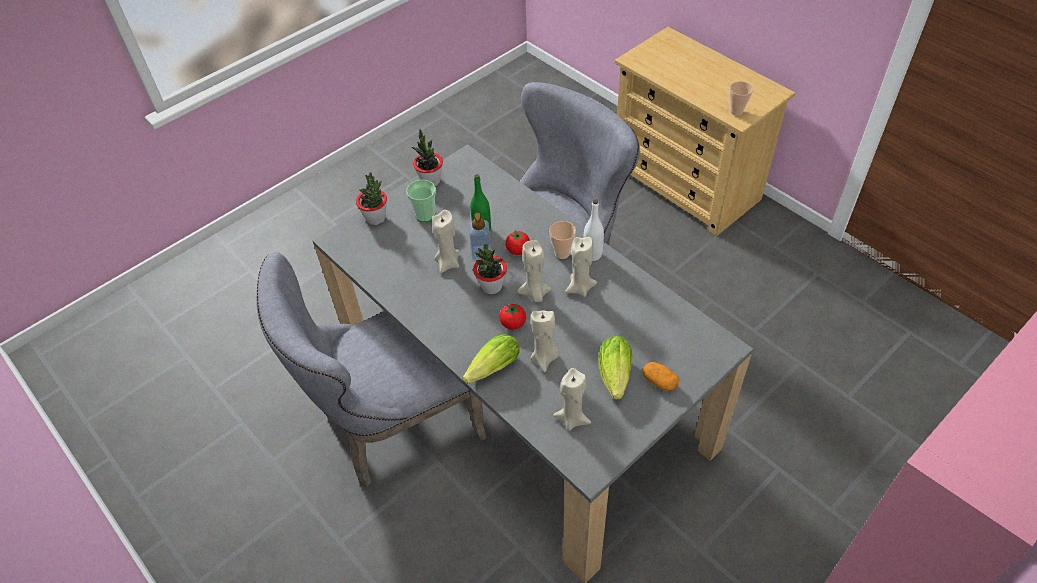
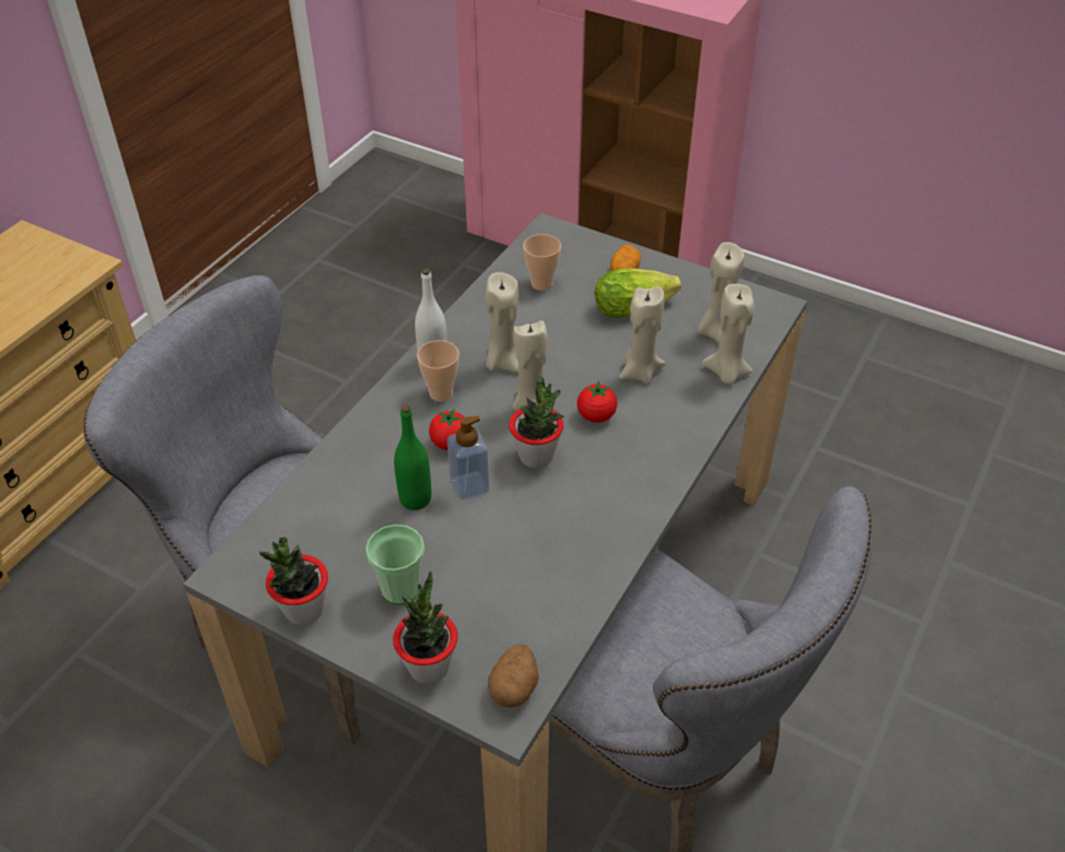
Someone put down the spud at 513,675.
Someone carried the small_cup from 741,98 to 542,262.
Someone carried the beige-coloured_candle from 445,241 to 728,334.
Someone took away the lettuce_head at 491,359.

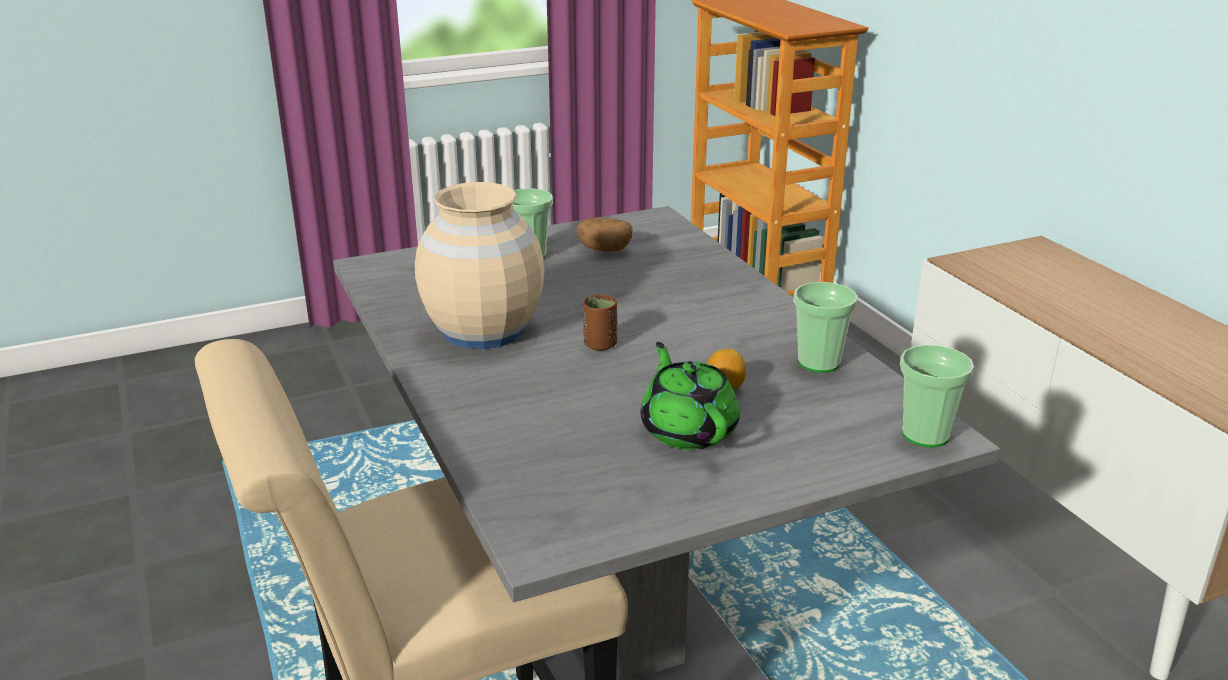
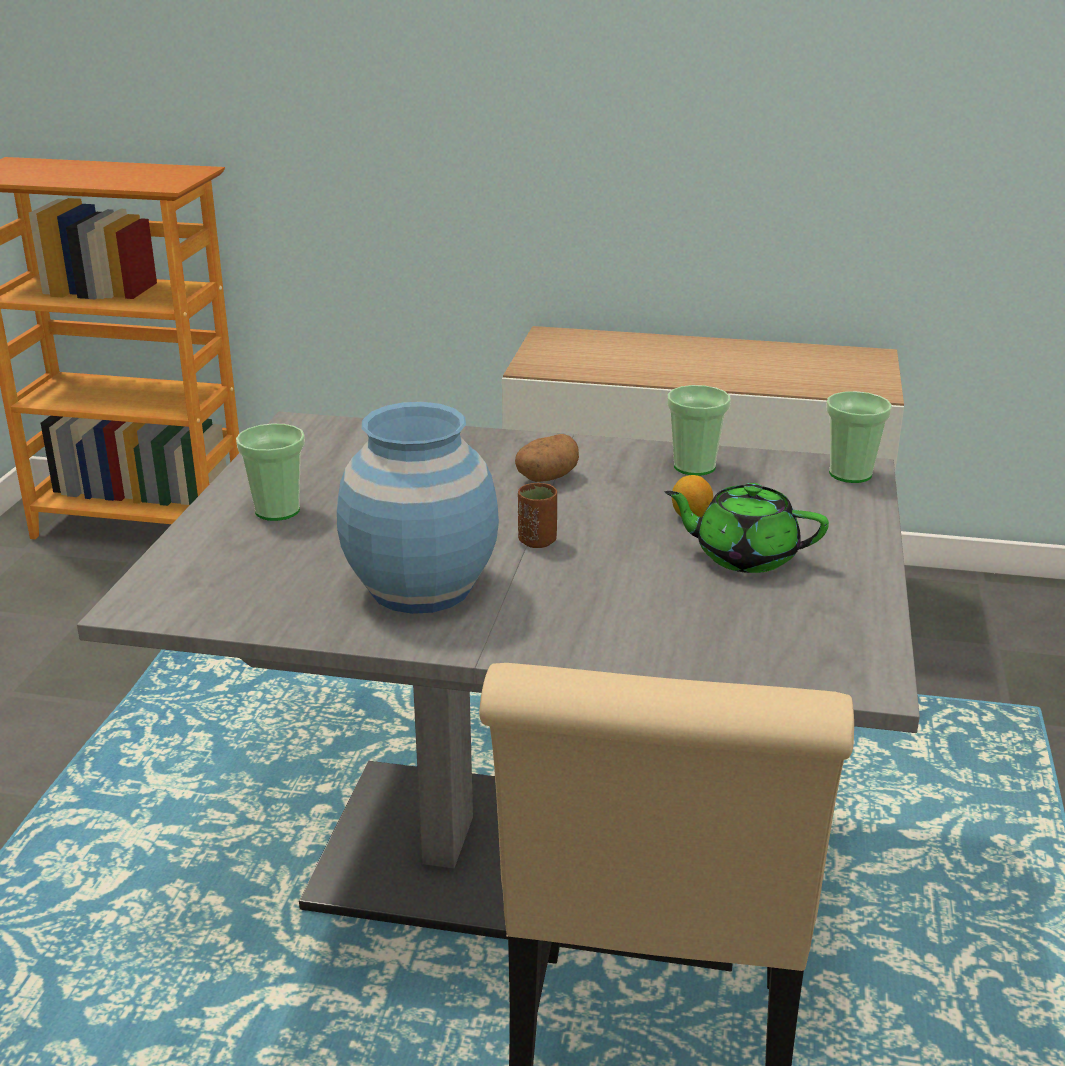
Someone repainted the beige-coloured_decorative_vase at 480,265, which became the blue-coloured_decorative_vase at 418,508.
Someone carried the spud from 604,235 to 547,458.

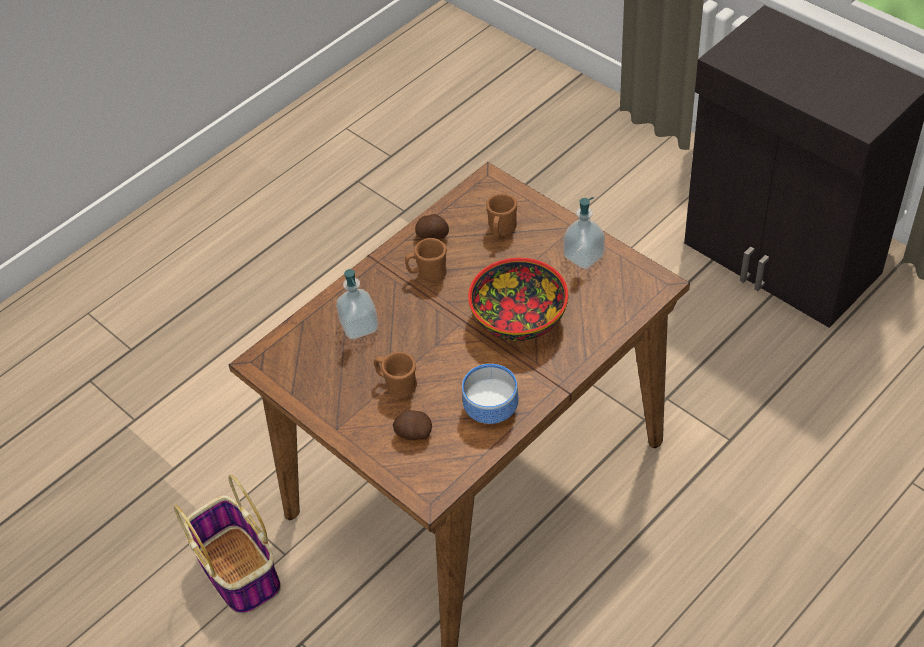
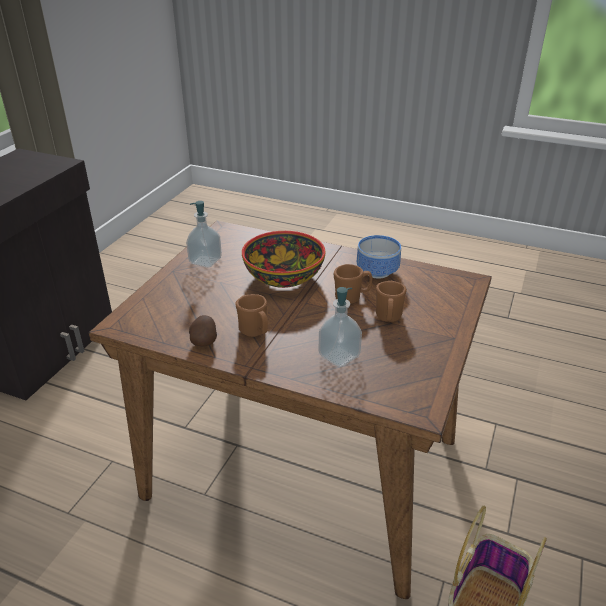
Someone carried the brownish_tea_mug from 501,215 to 353,284.
Someone took away the spud at 412,425.

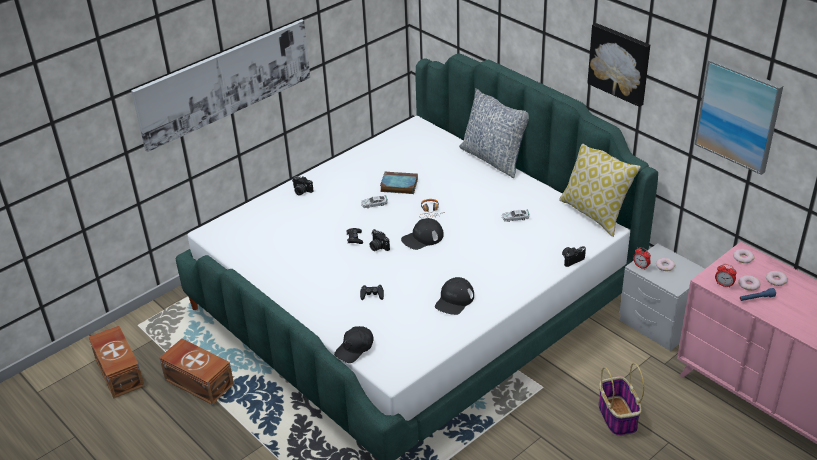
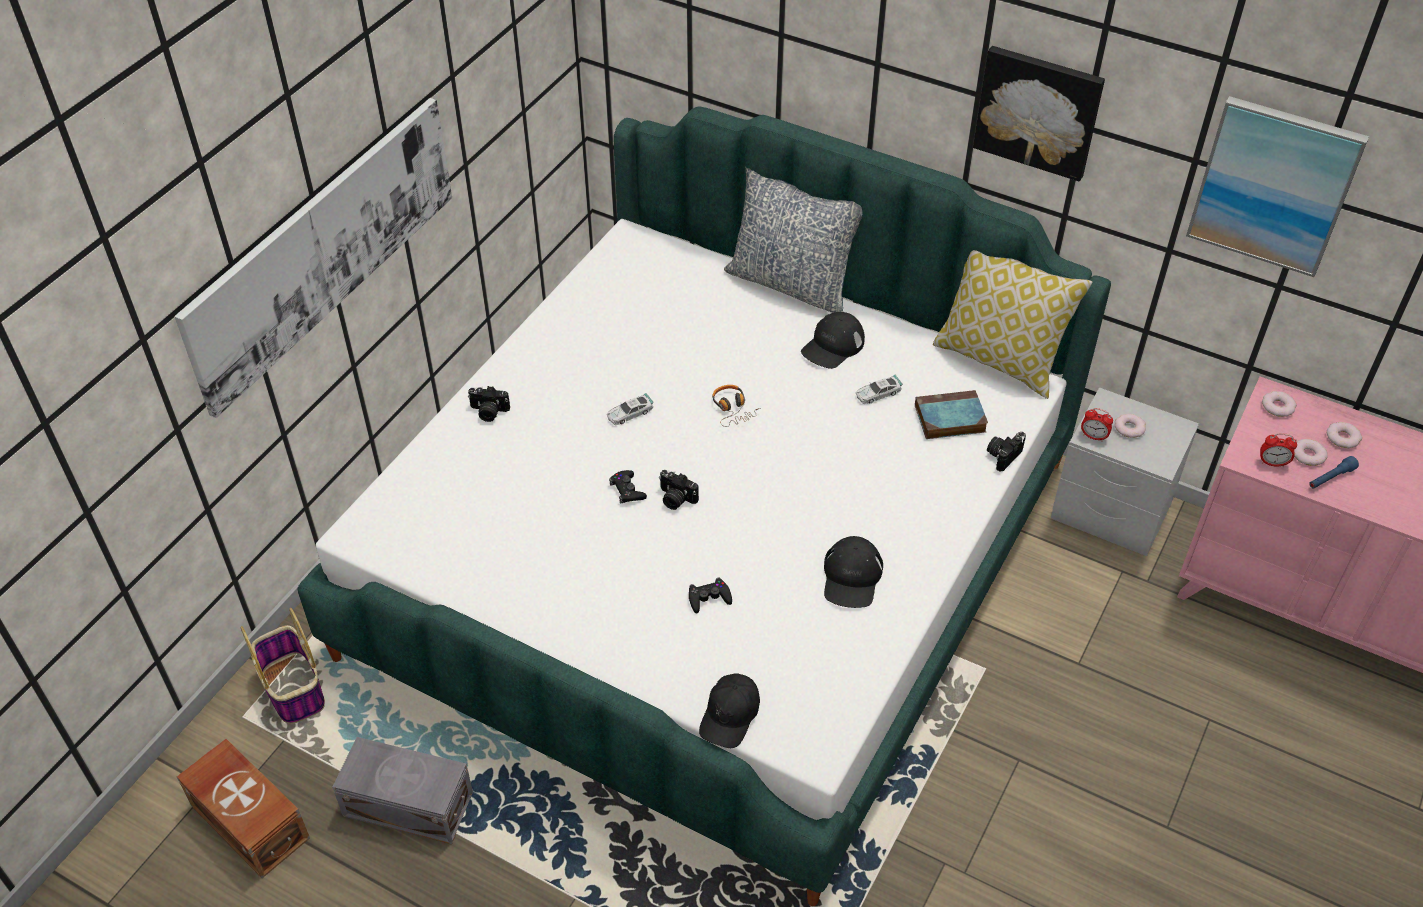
Someone carried the storage_basket from 621,399 to 283,666.
Someone repainted the brownish_storage_box at 196,371, which became the gray_storage_box at 402,790.
Someone carried the blackish_cap from 422,234 to 833,340.
Someone carried the book from 399,183 to 951,414.

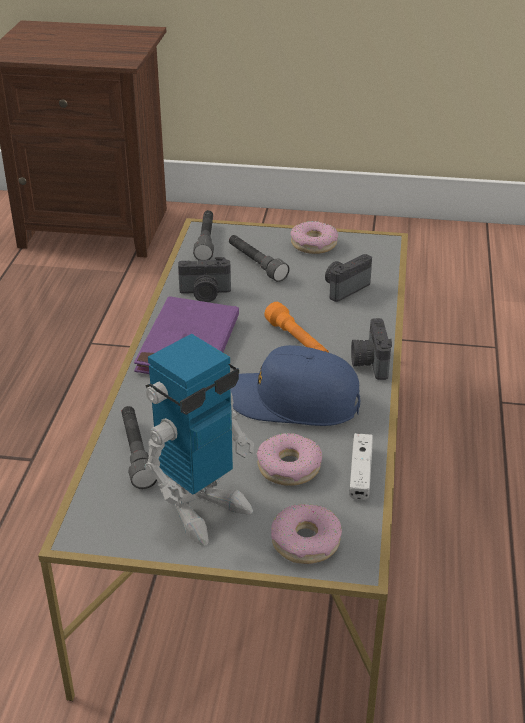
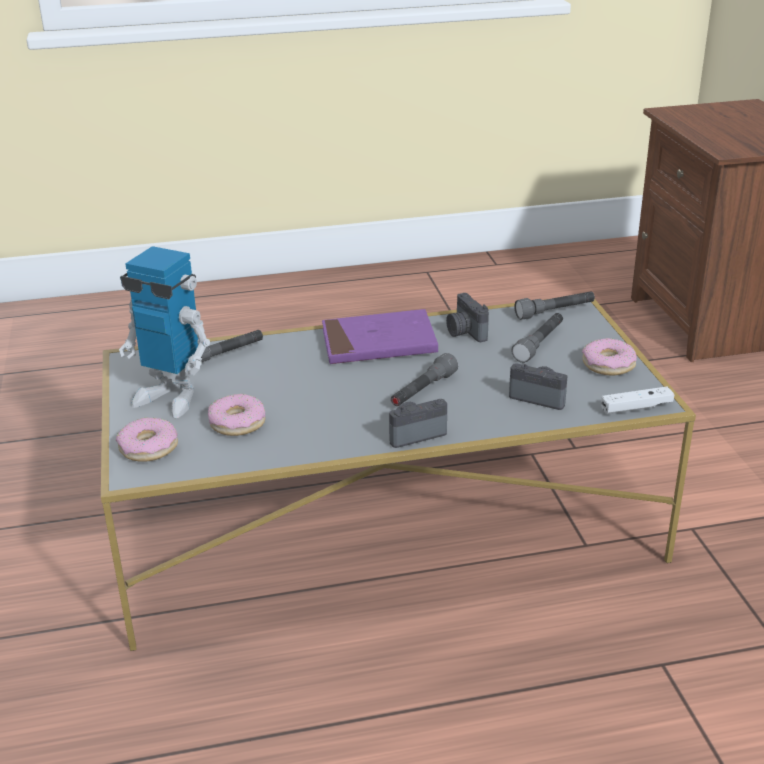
Someone repainted the orange_hand_torch at 296,327, which became the gray_hand_torch at 424,379.
Someone carried the white-coloured_game_controller from 361,466 to 637,400.
Someone took away the blue-coloured_cap at 295,385.

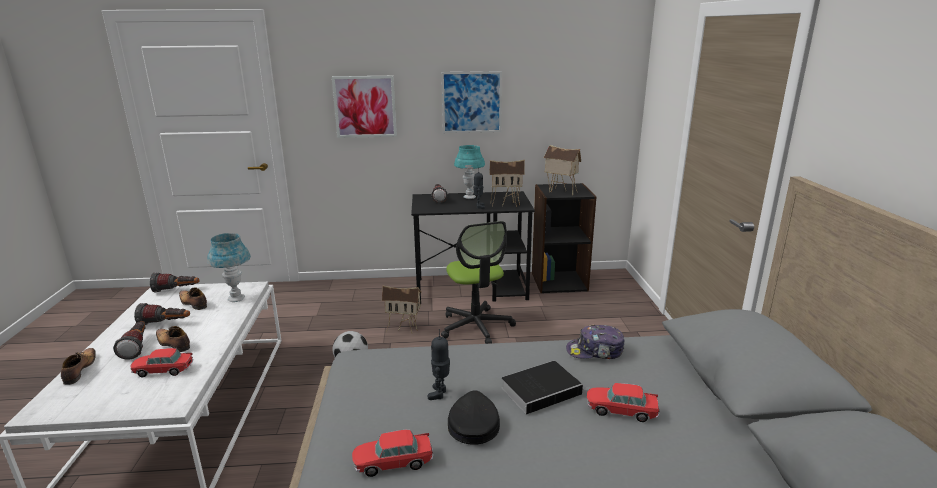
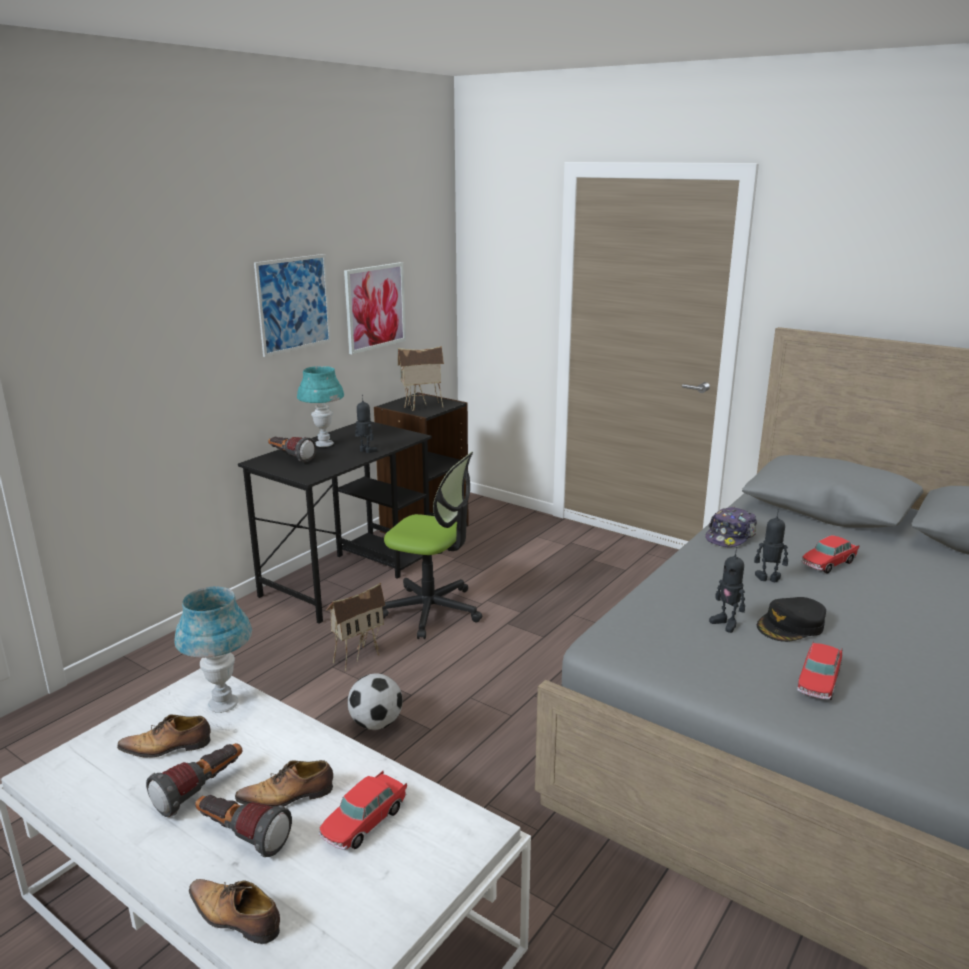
Someone carried the picture from 364,107 to 375,308.
Someone swapped the book at 542,388 for the toy_robot at 771,545.
Someone rotated the blackish_cap at 474,417 by 75 degrees counterclockwise.
Someone took away the hand_torch at 174,282.
Someone took away the model_house at 507,183.

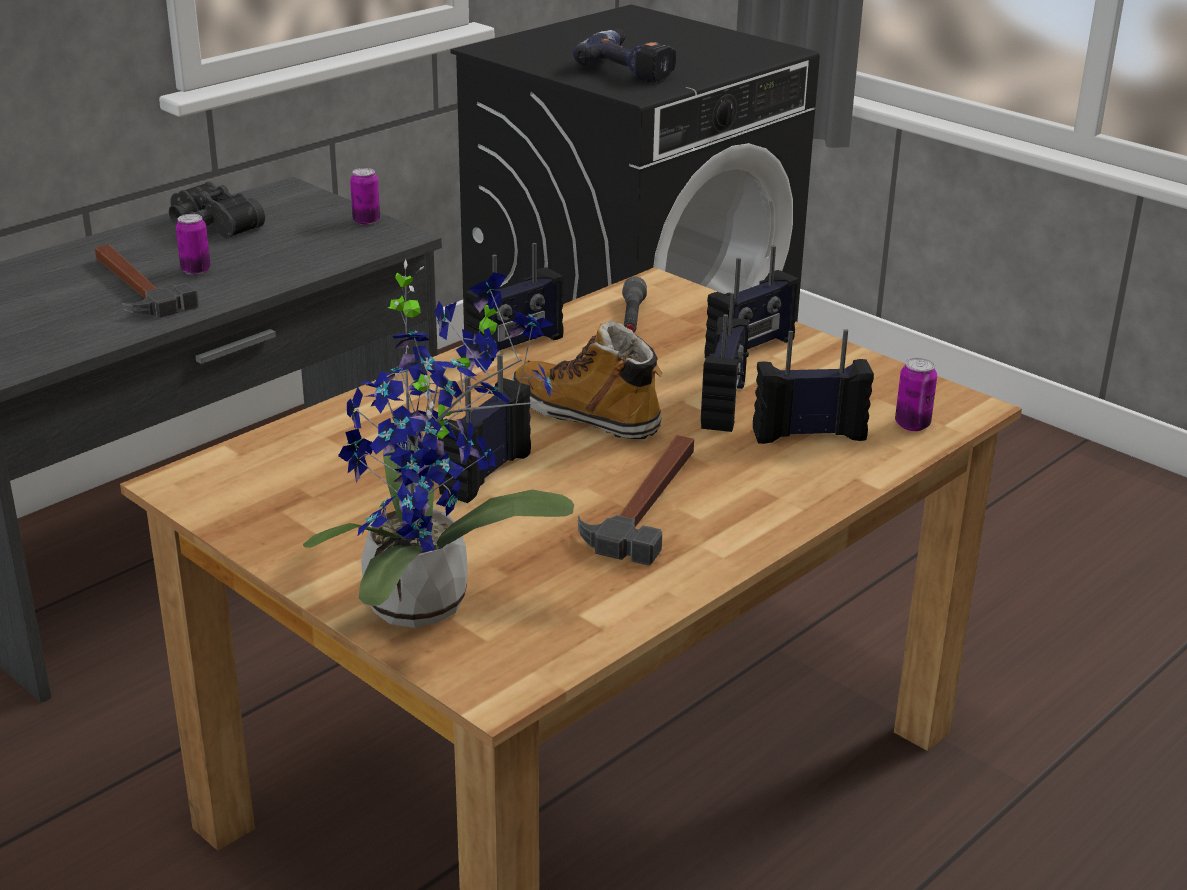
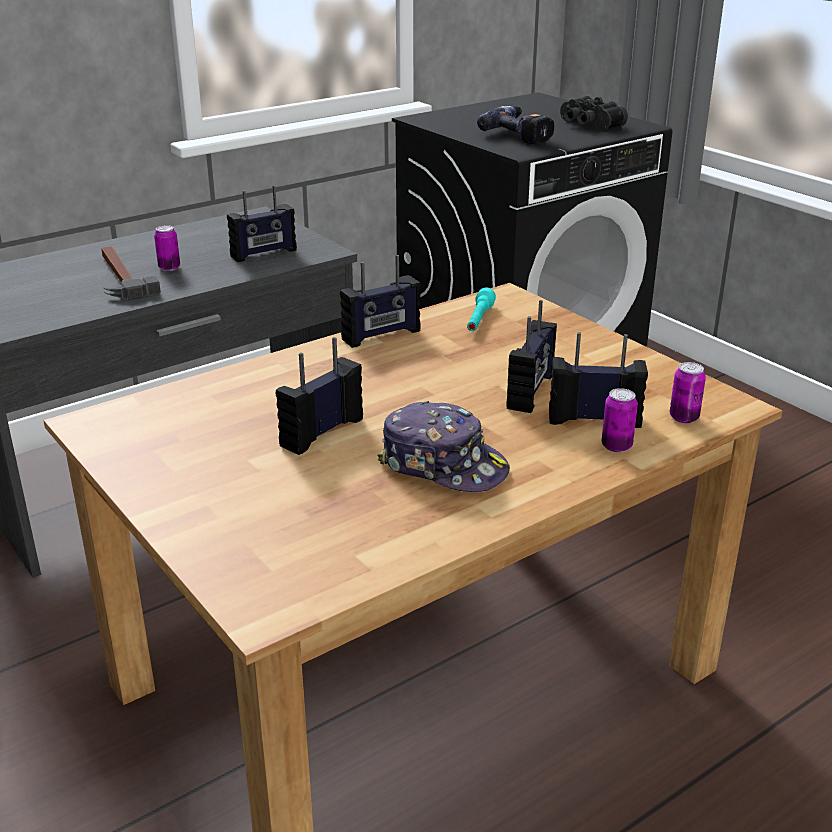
Someone carried the radio_receiver from 752,301 to 262,223.
Someone swapped the tool_hammer at 636,500 for the cap at 443,446.
Someone repainted the gray_hand_torch at 634,304, which became the turquoise-coloured_hand_torch at 481,309.
Someone carried the blackish_binoculars from 217,210 to 594,113.
Someone carried the metal_can from 365,196 to 620,420.
Someone took away the potted_plant at 438,443.
Someone took away the boot at 586,379.

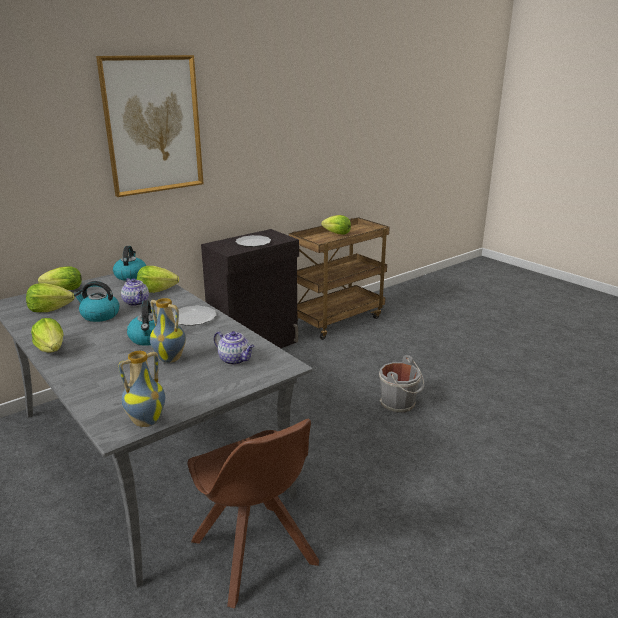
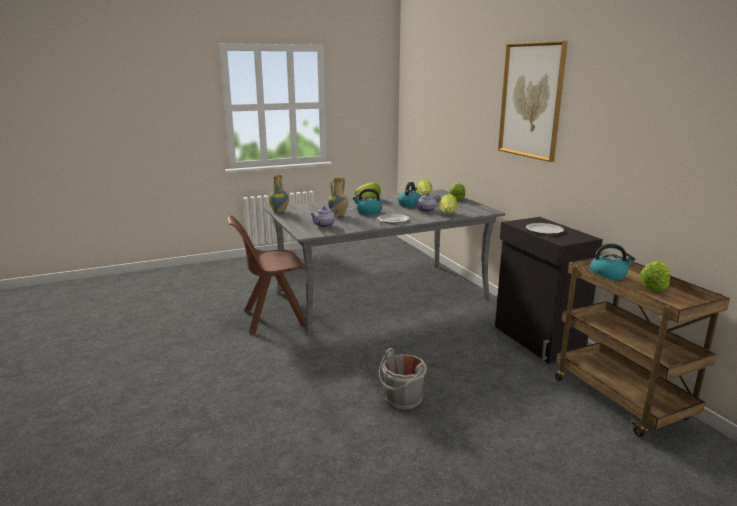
Someone carried the tea_kettle from 129,263 to 613,262.

